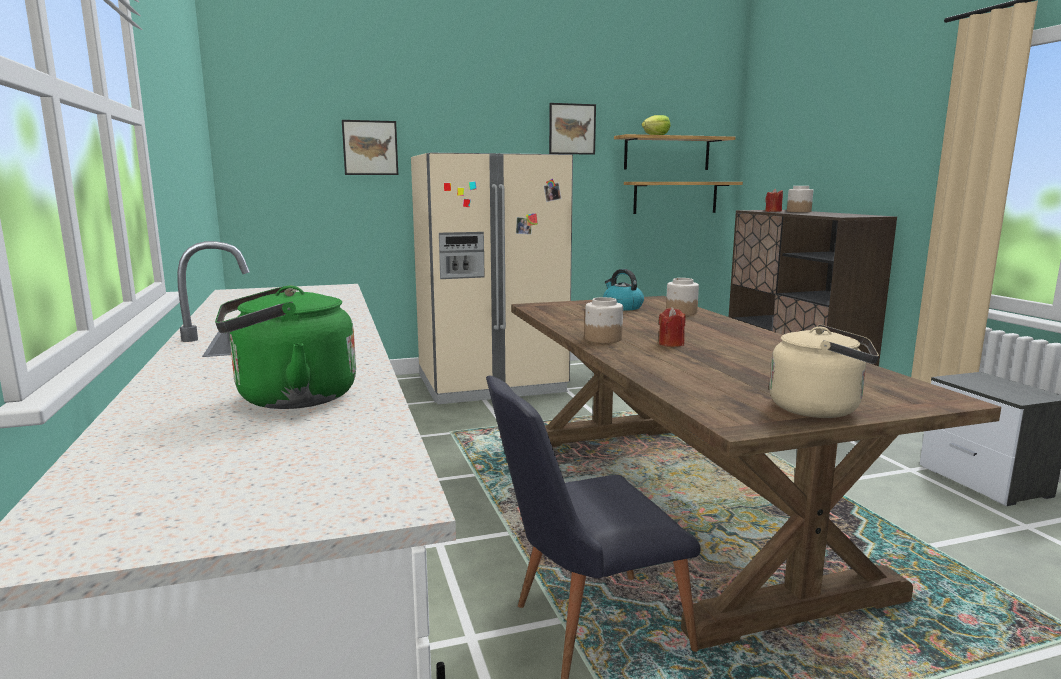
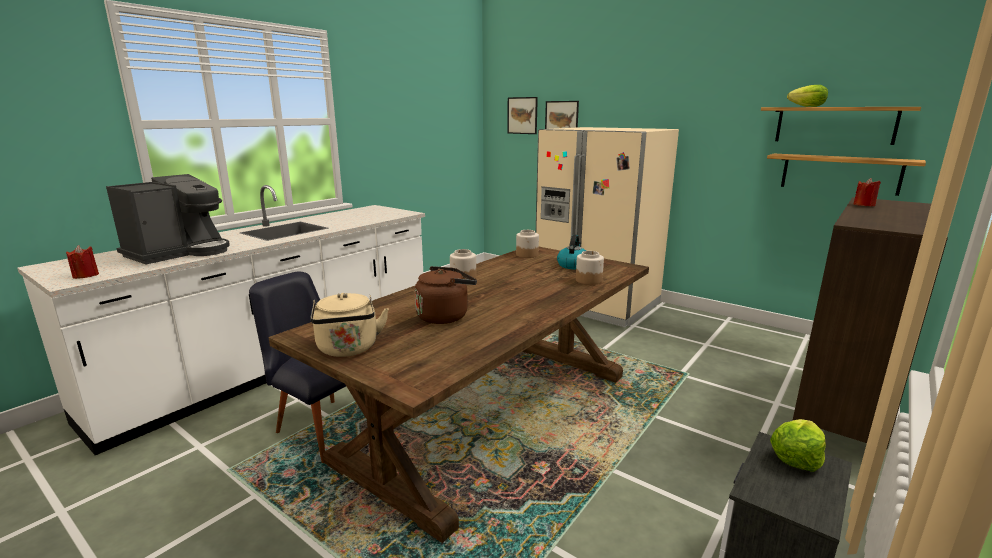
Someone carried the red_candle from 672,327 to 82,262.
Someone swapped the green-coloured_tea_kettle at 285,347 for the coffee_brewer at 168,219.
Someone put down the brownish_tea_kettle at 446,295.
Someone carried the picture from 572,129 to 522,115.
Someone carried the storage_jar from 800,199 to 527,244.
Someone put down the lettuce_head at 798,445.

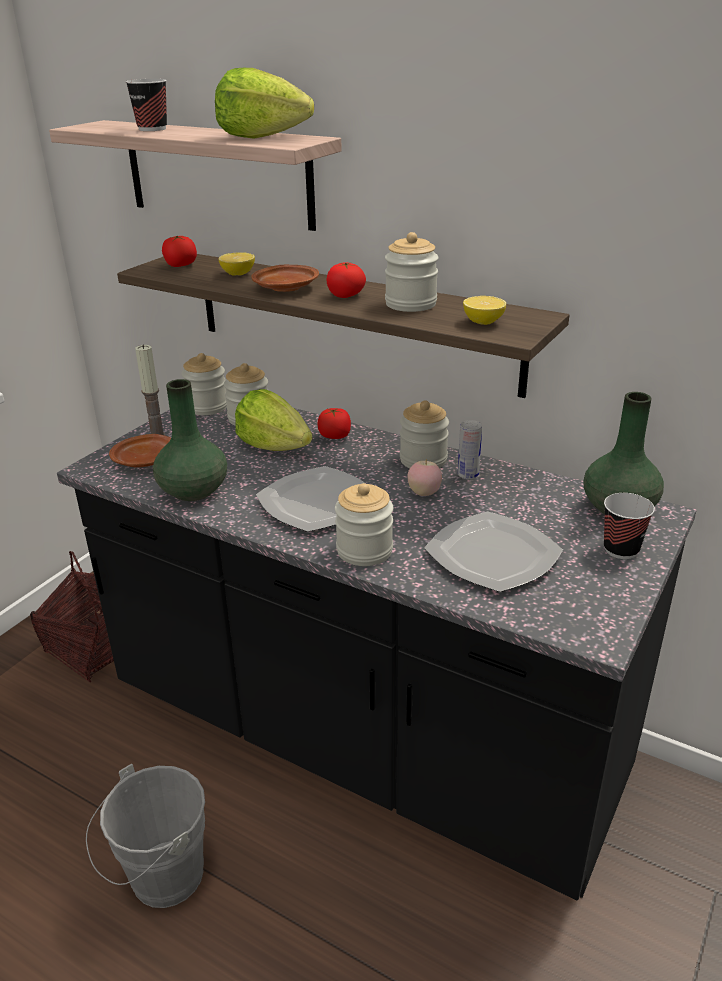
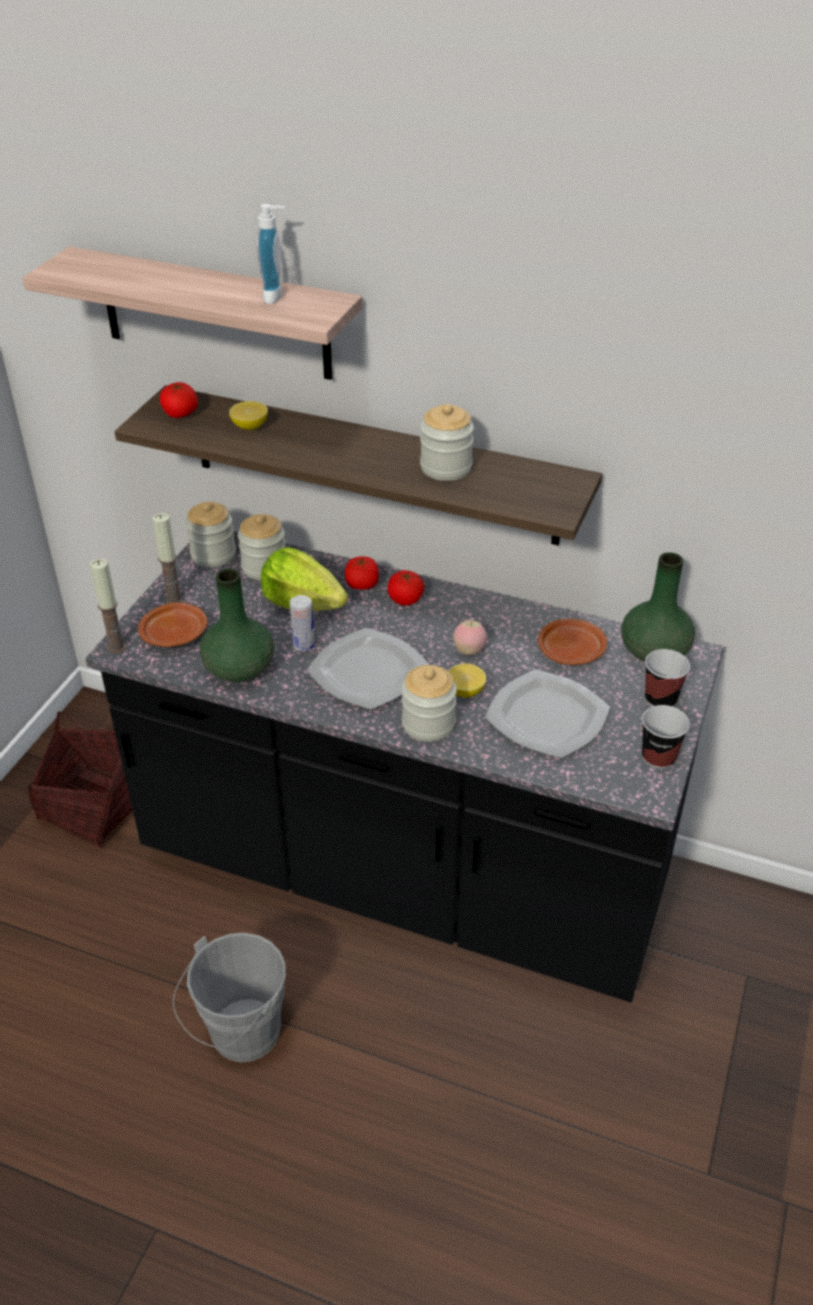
Someone put down the candle at 108,606.
Someone swapped the lettuce_head at 264,103 for the soap_bottle at 271,254.
Someone carried the metal_can from 470,450 to 302,623.
Someone carried the whole_tomato from 346,280 to 406,588.
Someone carried the lemon from 484,310 to 467,680.
Someone carried the brownish_dinner_plate from 285,278 to 572,642.
Someone carried the small_cup from 146,105 to 666,737.
Someone took away the storage_jar at 424,434.

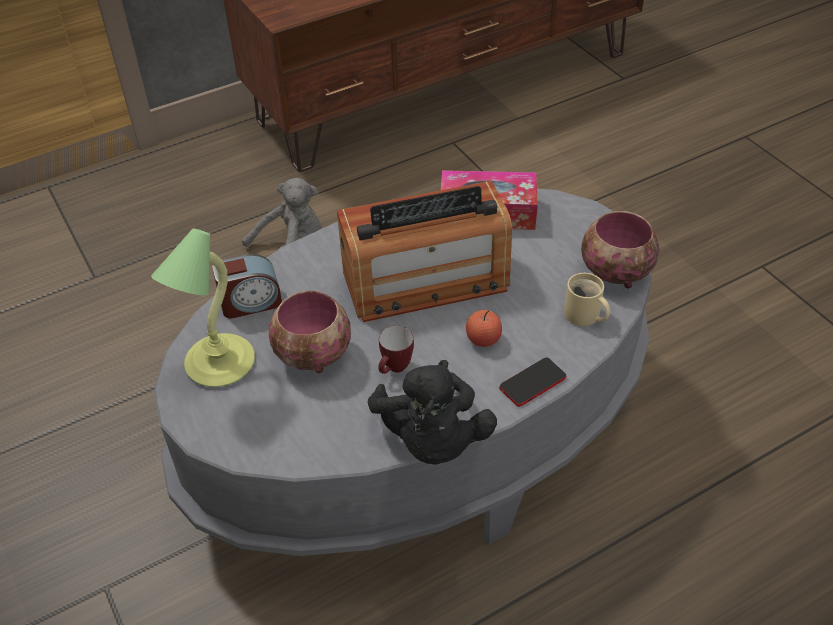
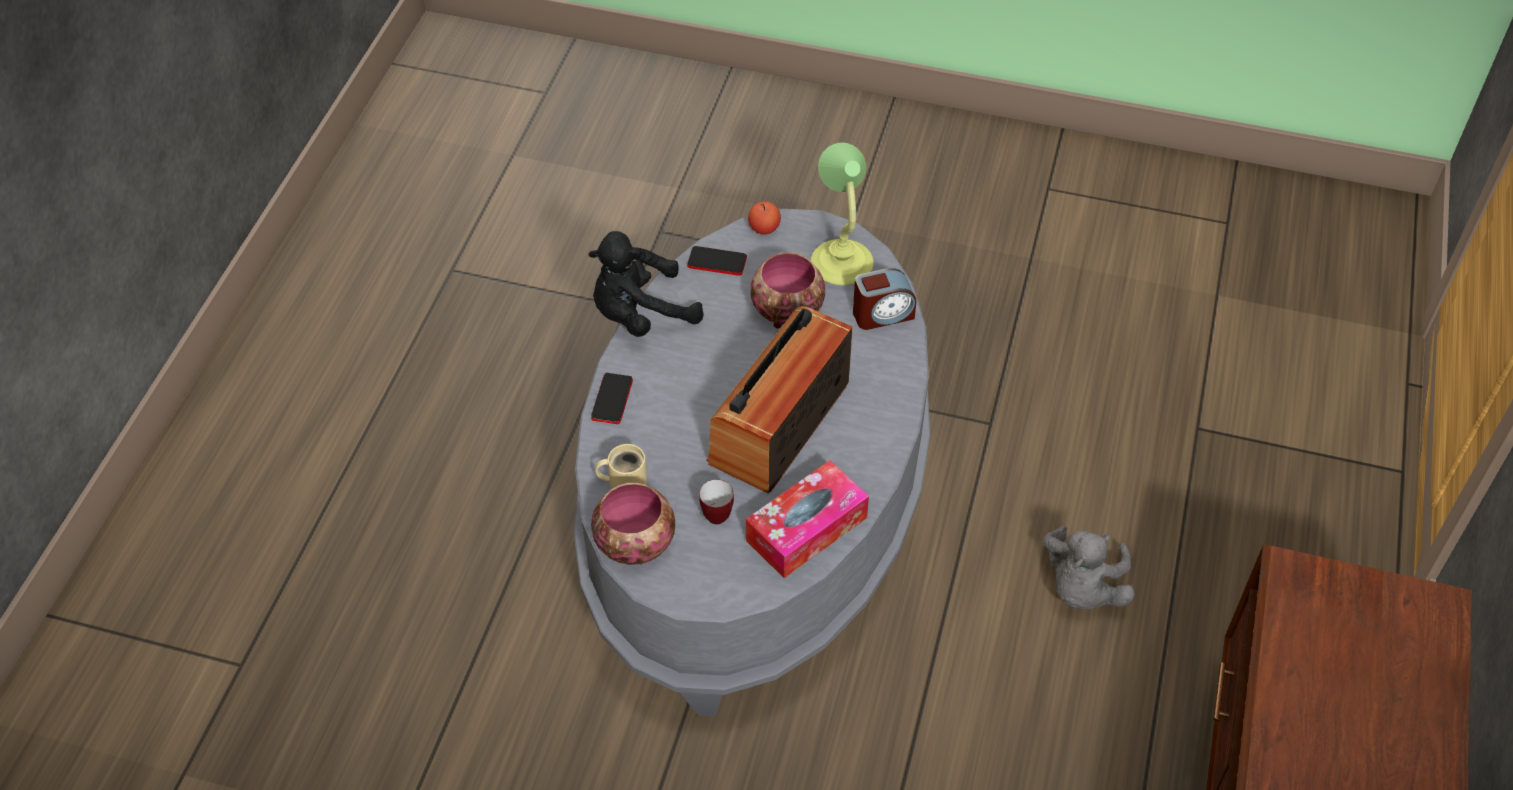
Someone rotated the blackish_plush_toy at 432,412 by 60 degrees counterclockwise.
Someone put down the telephone at 717,261.
Someone carried the tea_mug from 396,350 to 716,502.
Someone carried the whole_apple from 484,328 to 764,218.
Someone rotated the alarm_clock at 247,286 by 135 degrees counterclockwise.

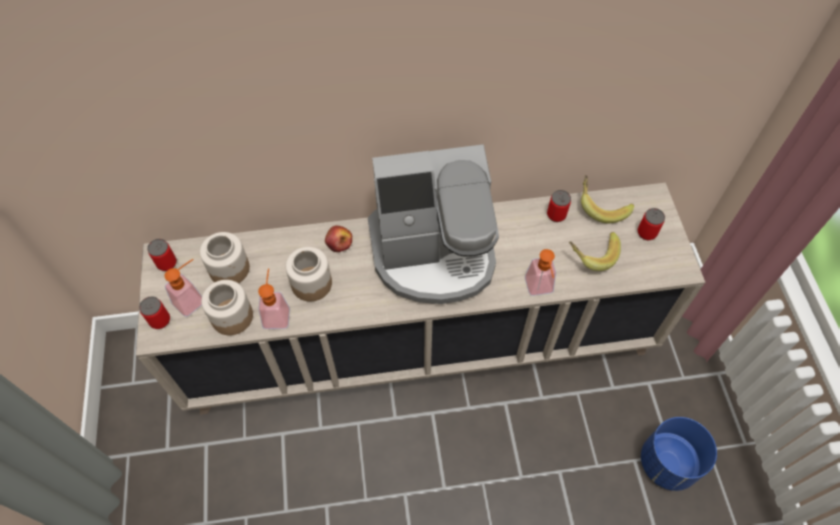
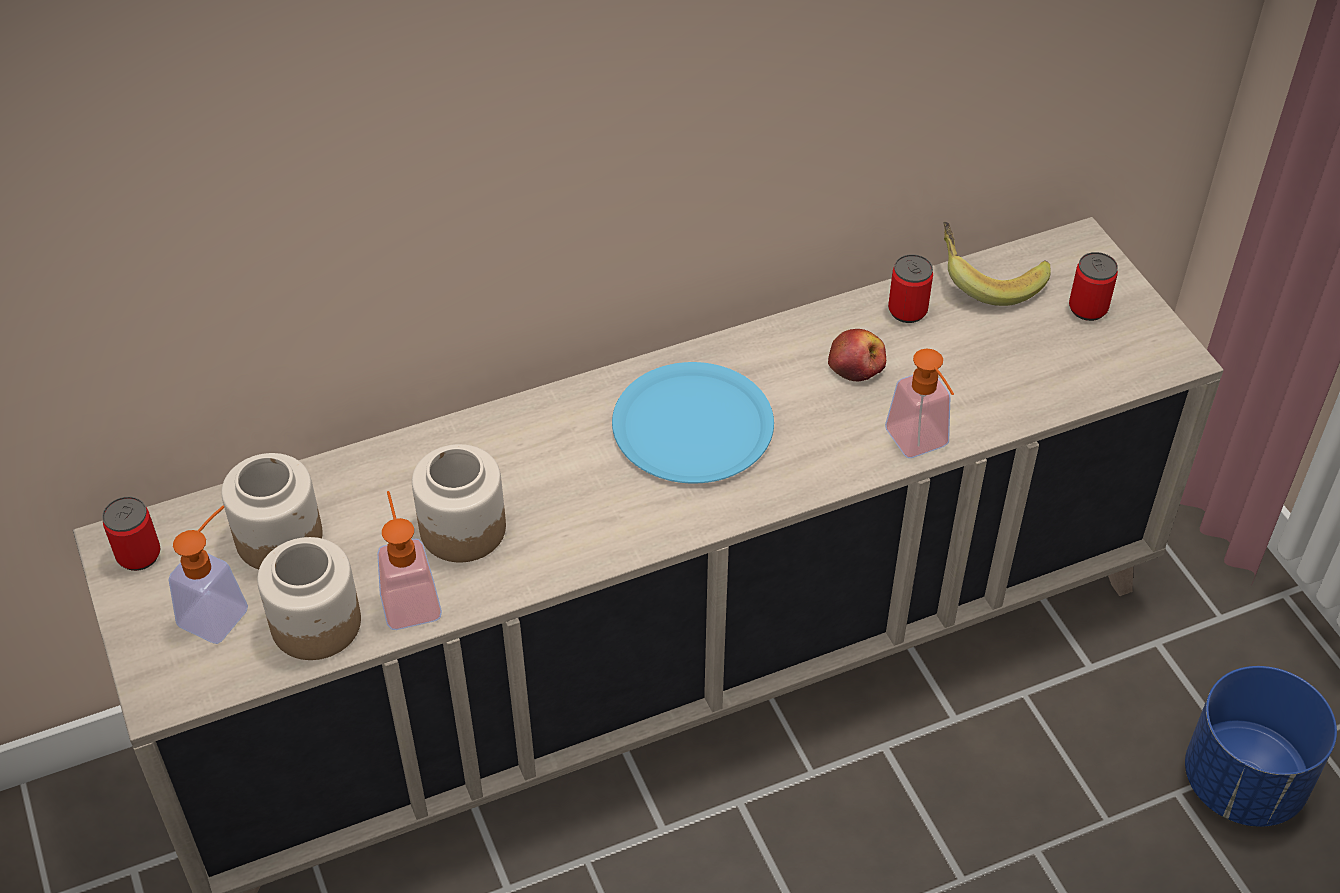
Someone swapped the coffee_brewer at 433,224 for the blue-coloured_dinner_plate at 693,422.
Someone carried the whole_apple from 338,239 to 857,355.
Someone took away the metal_can at 154,312.
Someone took away the banana_fruit at 595,251.

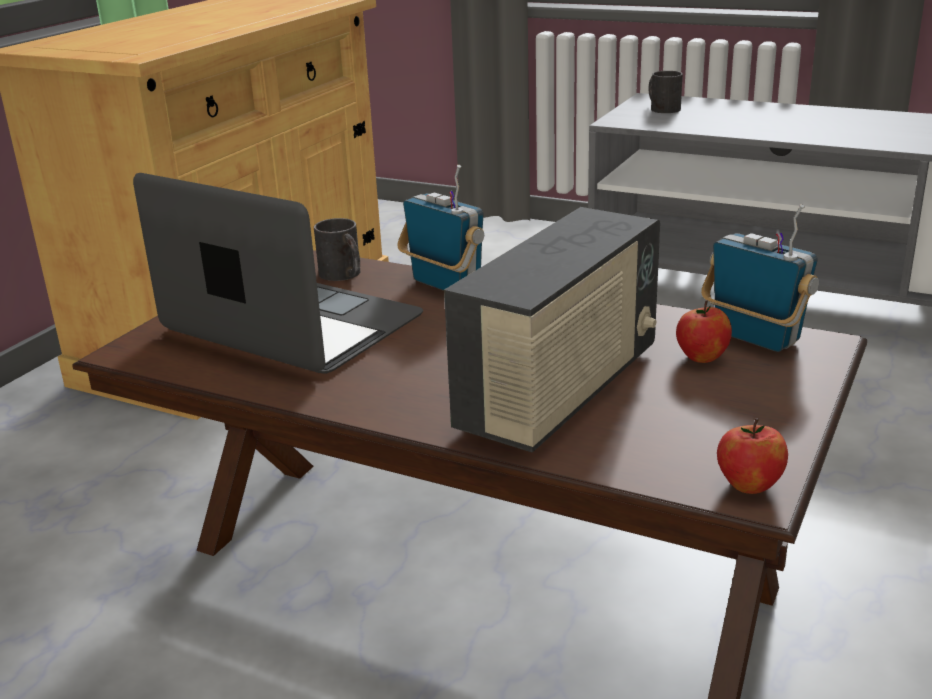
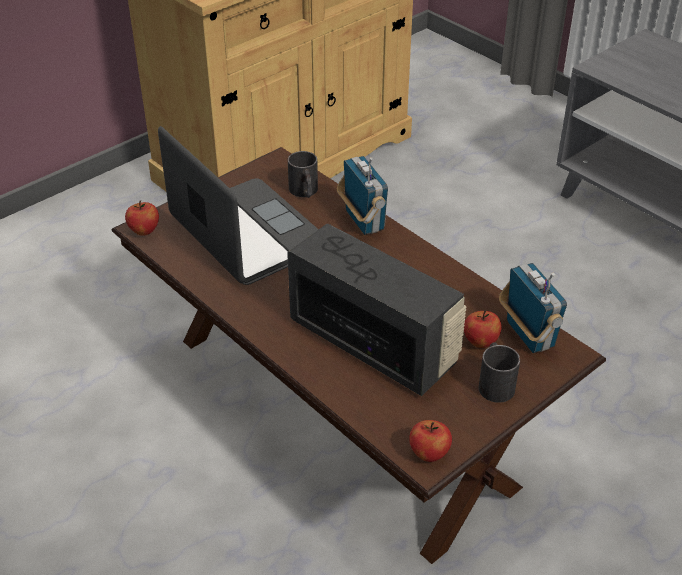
Someone put down the whole_apple at 142,218.
Someone rotated the radio_receiver at 552,330 by 105 degrees counterclockwise.
Someone carried the blackish_tea_mug from 665,92 to 499,373.

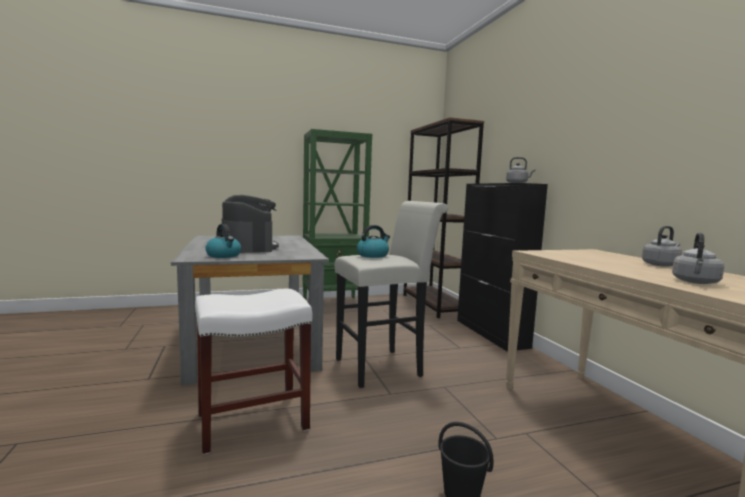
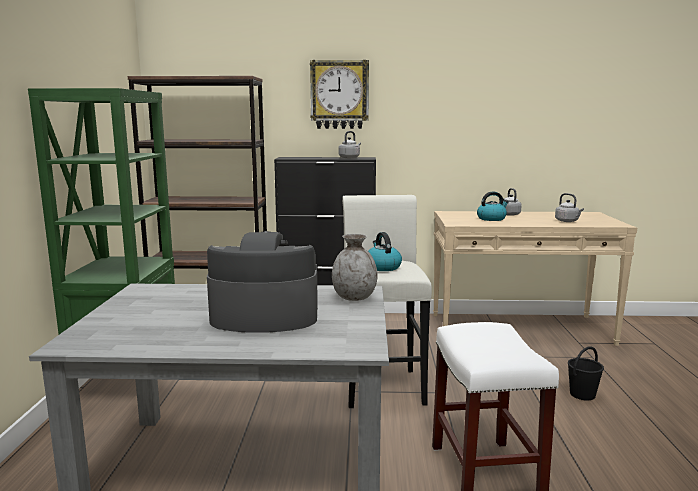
Someone put up the wall_clock at 339,94.
Someone put down the gray_decorative_vase at 355,267.
Someone carried the tea_kettle from 223,241 to 493,206.

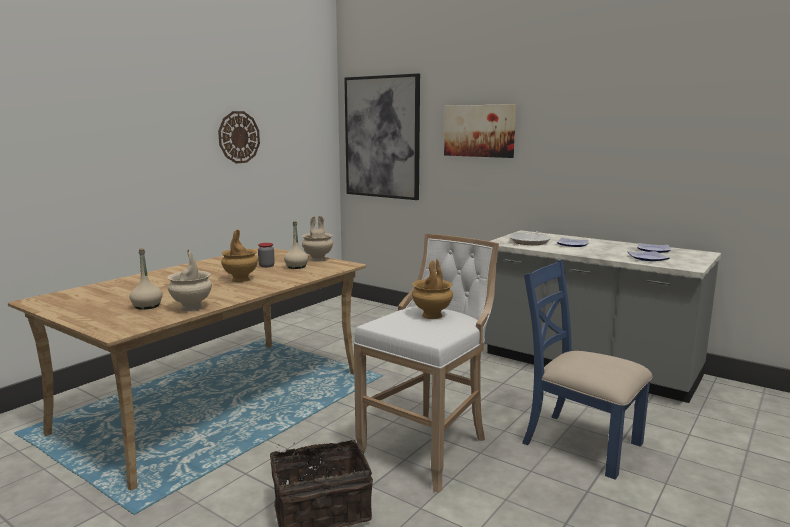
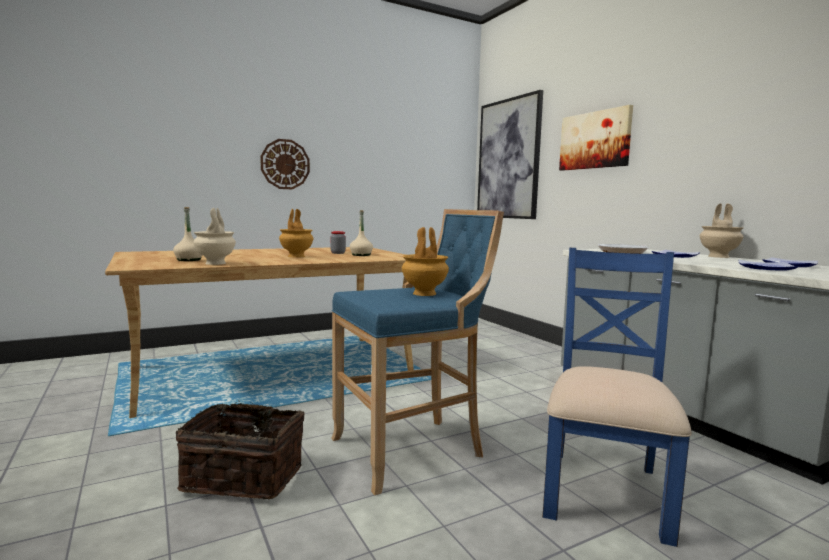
Someone carried the wall_clock from 239,137 to 285,164.
Someone repainted the white-coloured_stool at 426,363, which became the blue-coloured_stool at 417,352.
Someone rotated the blue-coloured_plain_chair at 587,370 by 45 degrees clockwise.
Someone carried the beige-coloured_decorative_vase from 317,239 to 721,230.

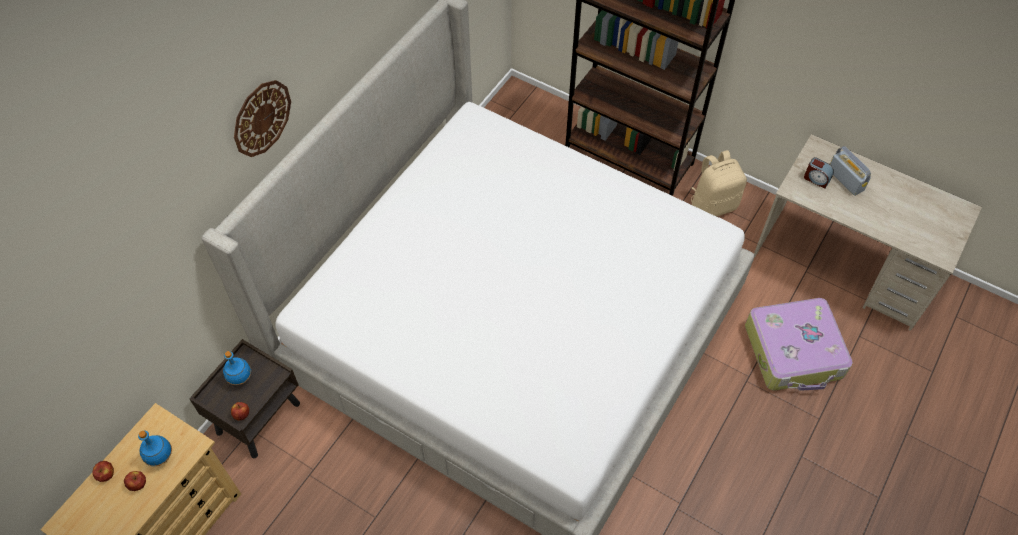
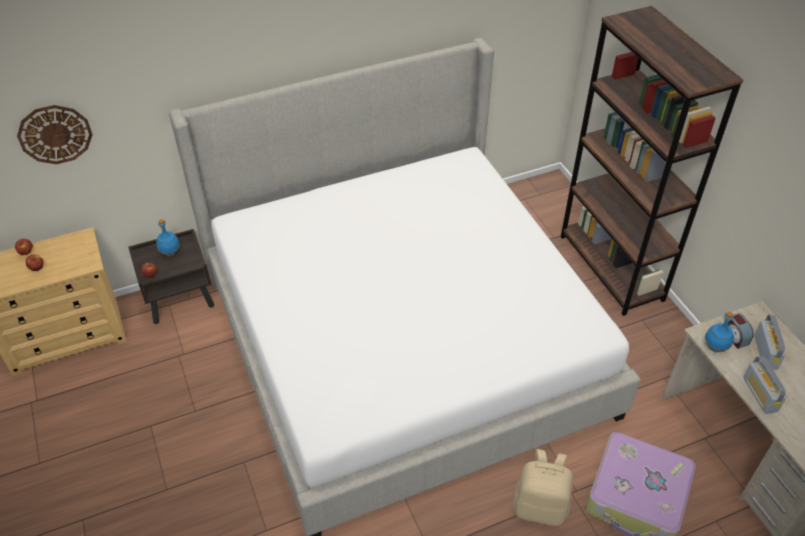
Someone carried the wall_clock from 262,118 to 55,134.
Someone carried the beige-coloured_backpack from 719,183 to 543,487.
Someone carried the blue-coloured_bottle from 155,448 to 719,332.
Someone put down the radio_receiver at 764,385.

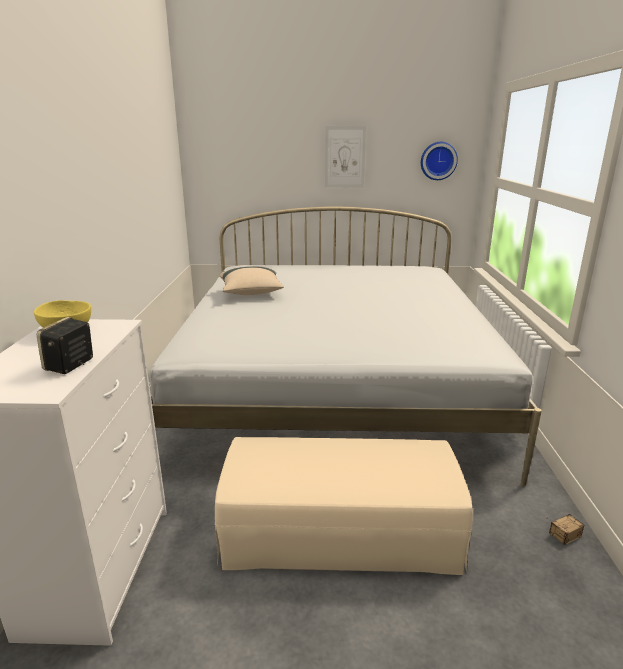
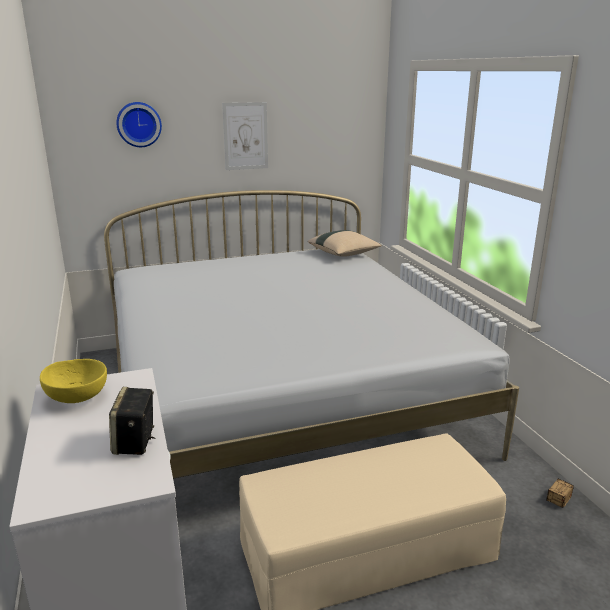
Someone carried the wall_clock from 439,161 to 139,124.
Someone carried the beige-coloured_throw_pillow from 251,281 to 345,243.

